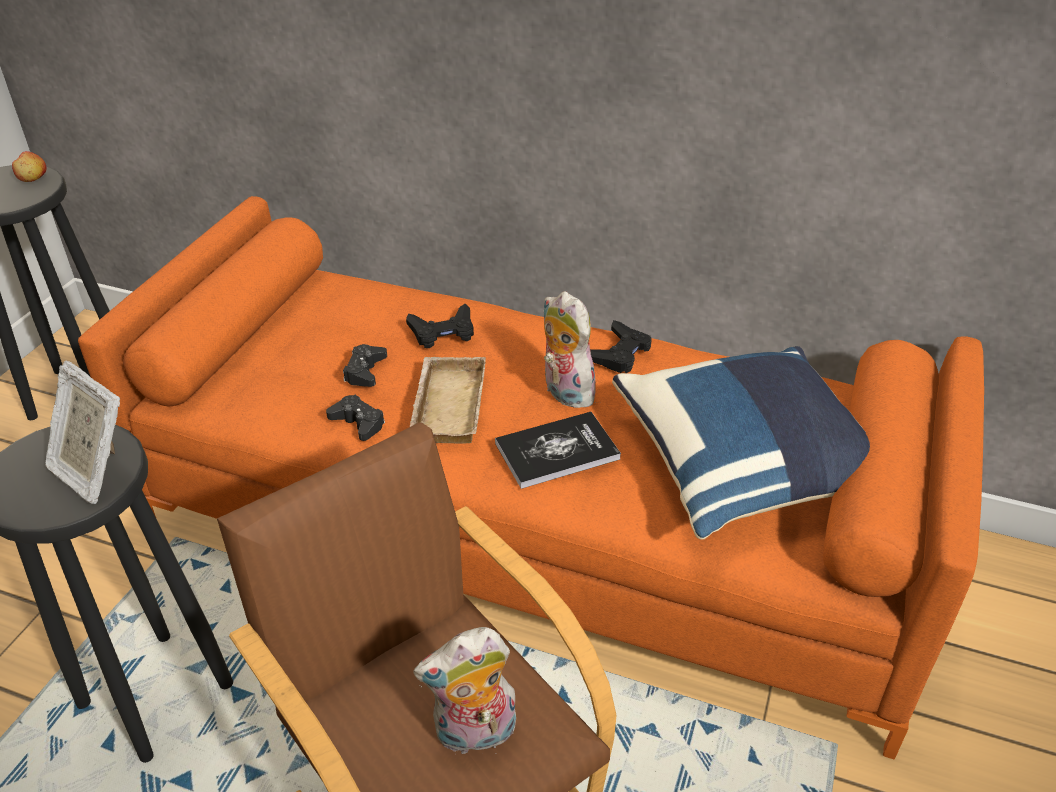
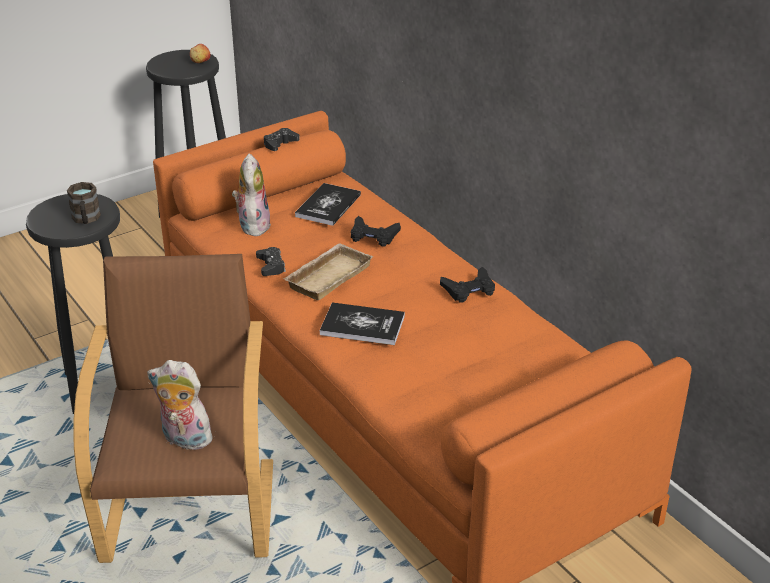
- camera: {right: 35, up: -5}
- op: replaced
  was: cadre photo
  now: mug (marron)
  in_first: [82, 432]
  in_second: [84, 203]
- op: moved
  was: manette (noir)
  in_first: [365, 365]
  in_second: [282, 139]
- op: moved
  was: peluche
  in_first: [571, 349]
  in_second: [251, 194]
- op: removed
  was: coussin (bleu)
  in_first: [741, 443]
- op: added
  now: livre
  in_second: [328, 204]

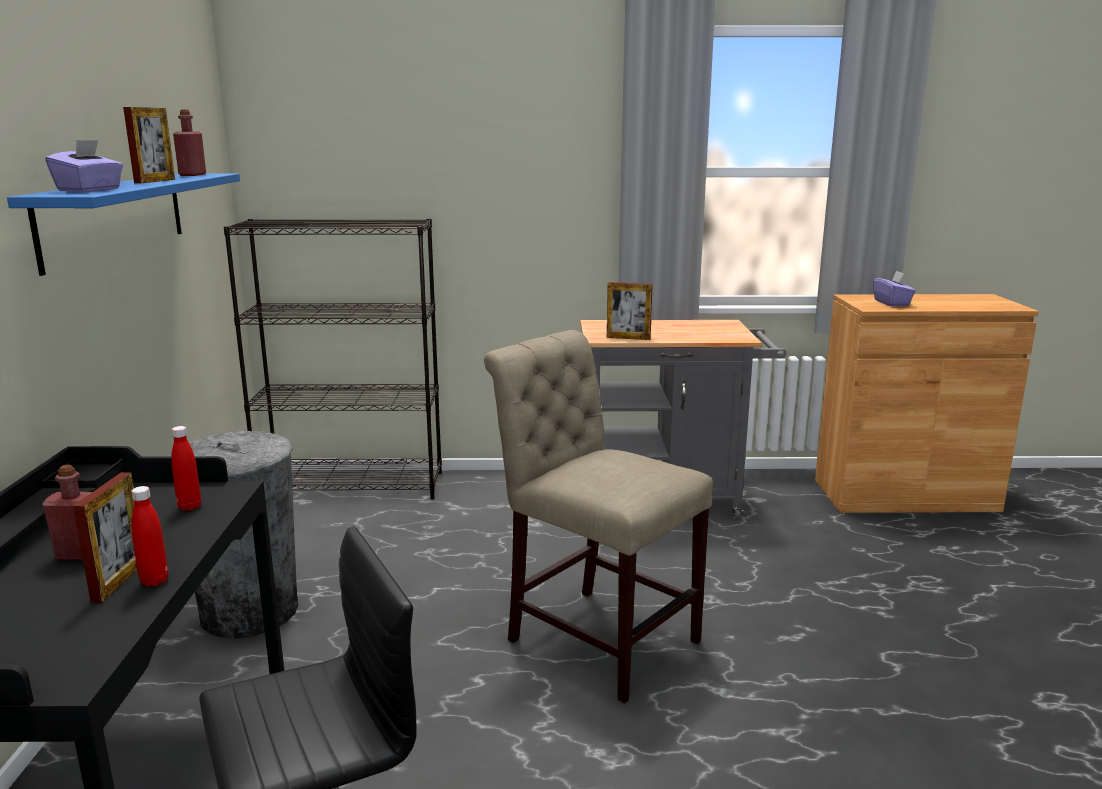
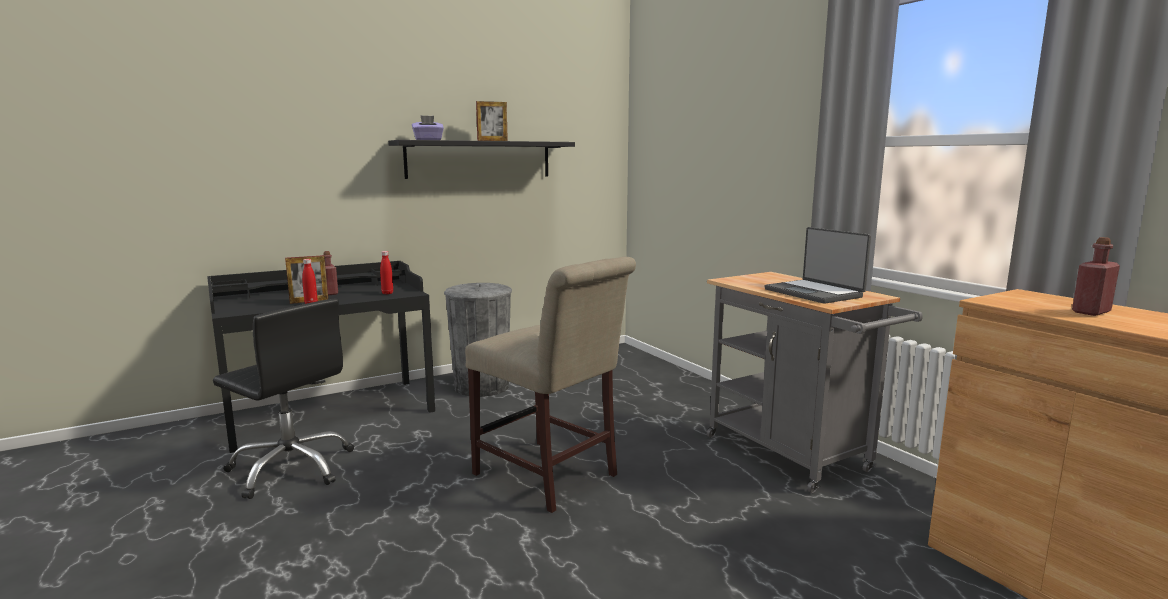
- camera: {right: 60, up: -5}
- op: recoloured
  was: étagère (bleu)
  now: étagère (noir)
  in_first: [123, 224]
  in_second: [481, 159]
- op: moved
  was: bouteille (rouge)
  in_first: [189, 143]
  in_second: [1096, 276]
- op: removed
  was: bibliothèque (noir)
  in_first: [333, 358]
- op: turned
  was: chaise (beige)
  in_first: [598, 516]
  in_second: [550, 385]
  clockwise: 120
- op: removed
  was: cadre photo
  in_first: [630, 311]
- op: removed
  was: boîte à mouchoirs (violet)
  in_first: [894, 288]
- op: added
  now: ordinateur portable
  in_second: [818, 265]

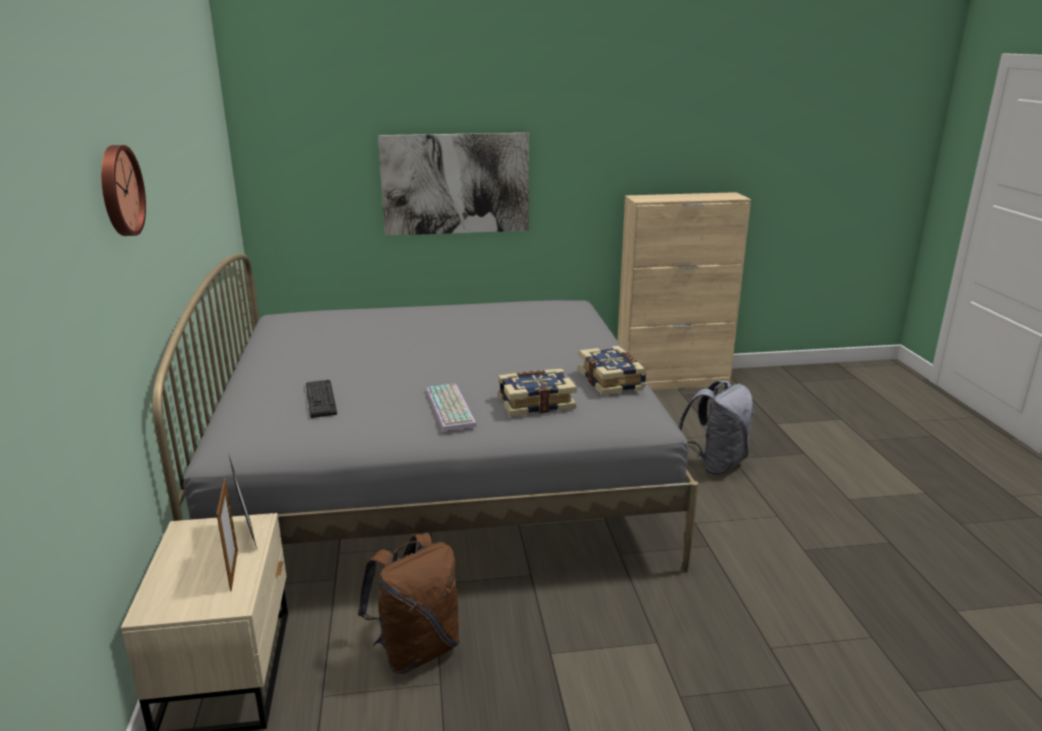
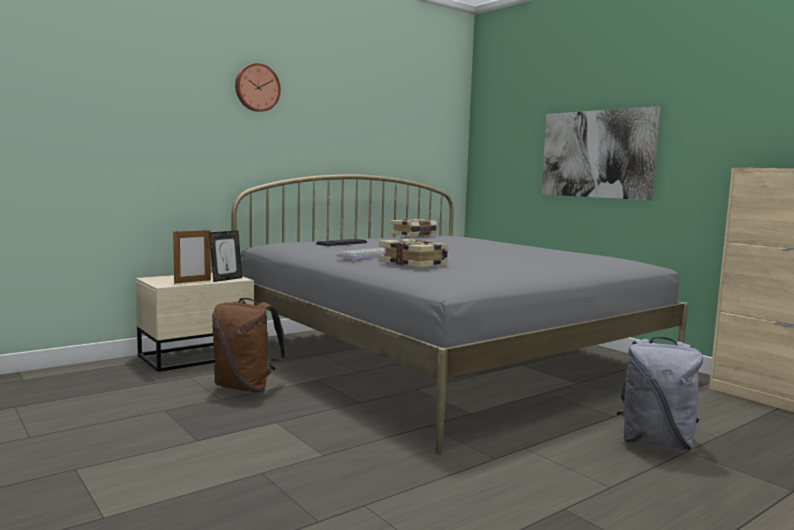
- camera: {right: 60, up: -15}
- op: moved
  was: livre
  in_first: [612, 370]
  in_second: [413, 227]

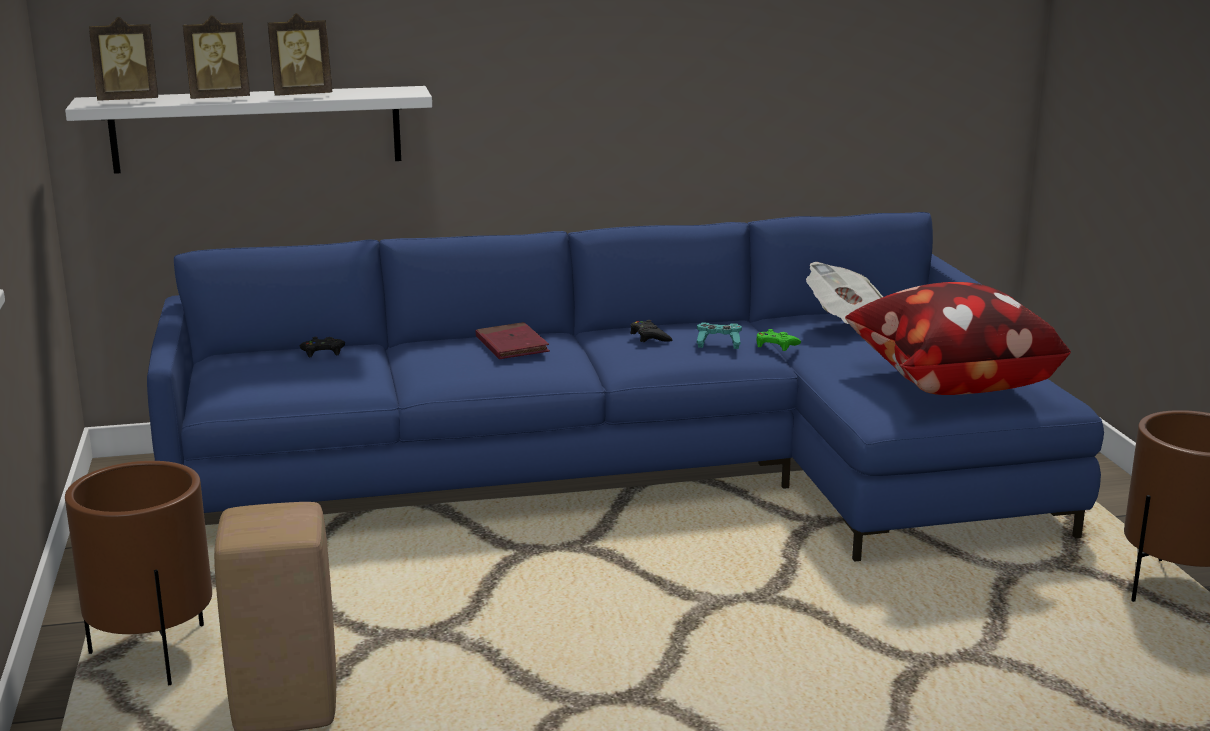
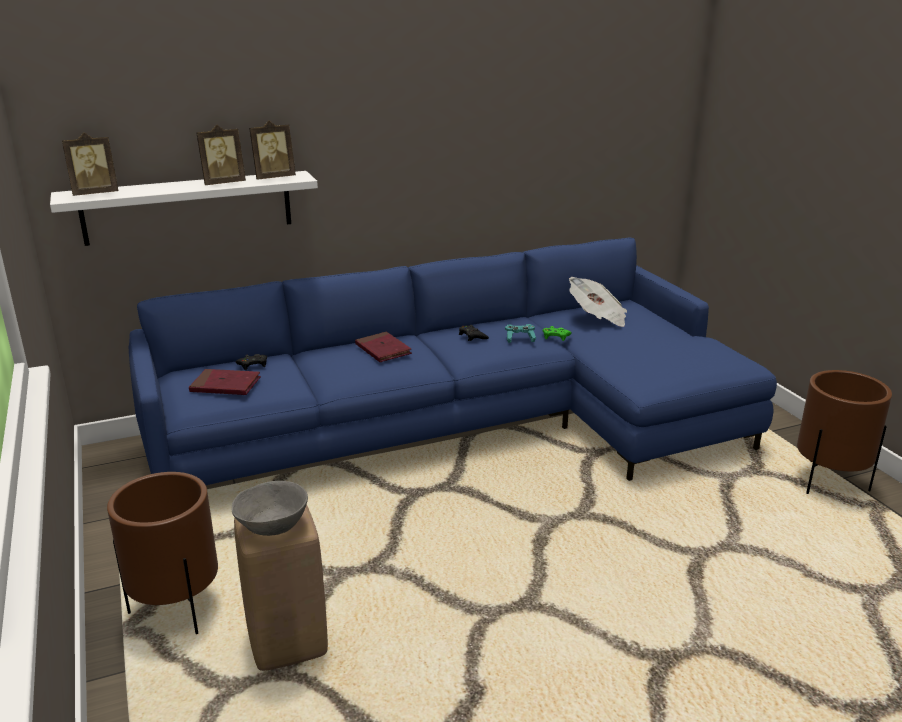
- camera: {right: -10, up: 5}
- op: moved
  was: cadre photo
  in_first: [216, 57]
  in_second: [272, 149]
- op: removed
  was: coussin
  in_first: [958, 338]
- op: added
  now: livre (rouge)
  in_second: [225, 382]
- op: added
  now: bol (gris)
  in_second: [270, 508]

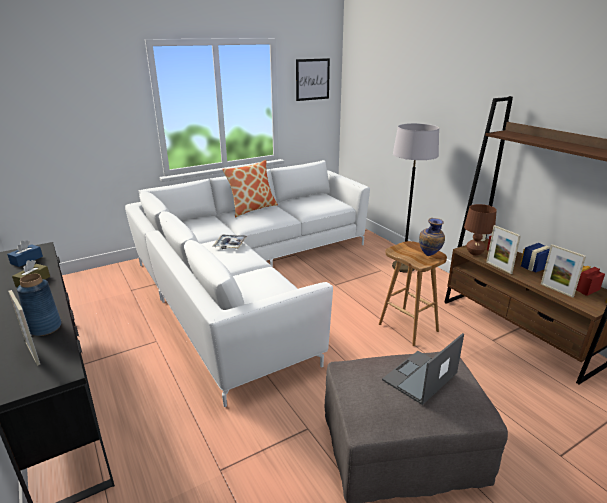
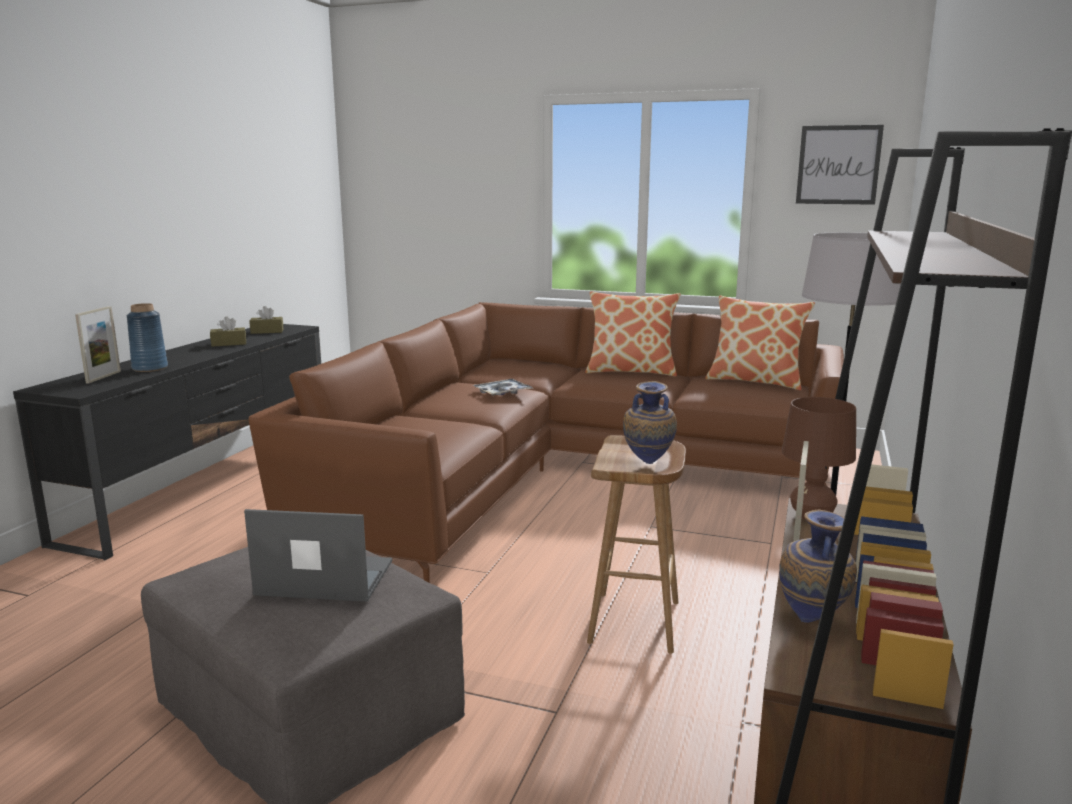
- camera: {right: 50, up: -10}
- op: recoloured
  was: boîte à mouchoirs (bleu)
  now: boîte à mouchoirs (marron)
  in_first: [25, 253]
  in_second: [266, 320]
- op: recoloured
  was: canapé (blanc)
  now: canapé (marron)
  in_first: [247, 283]
  in_second: [546, 442]
- op: replaced
  was: cadre photo
  now: vase
  in_first: [563, 271]
  in_second: [818, 566]
- op: added
  now: coussin
  in_second: [760, 343]

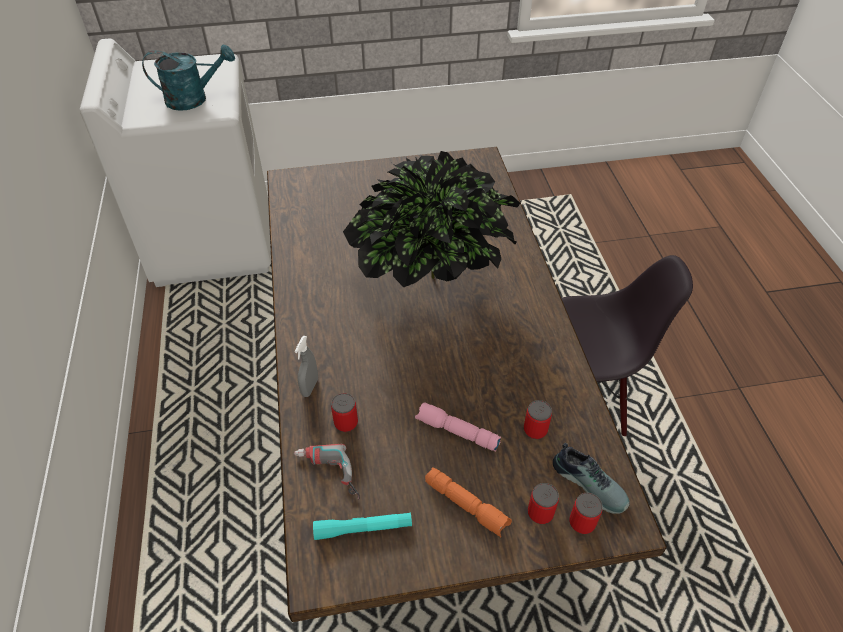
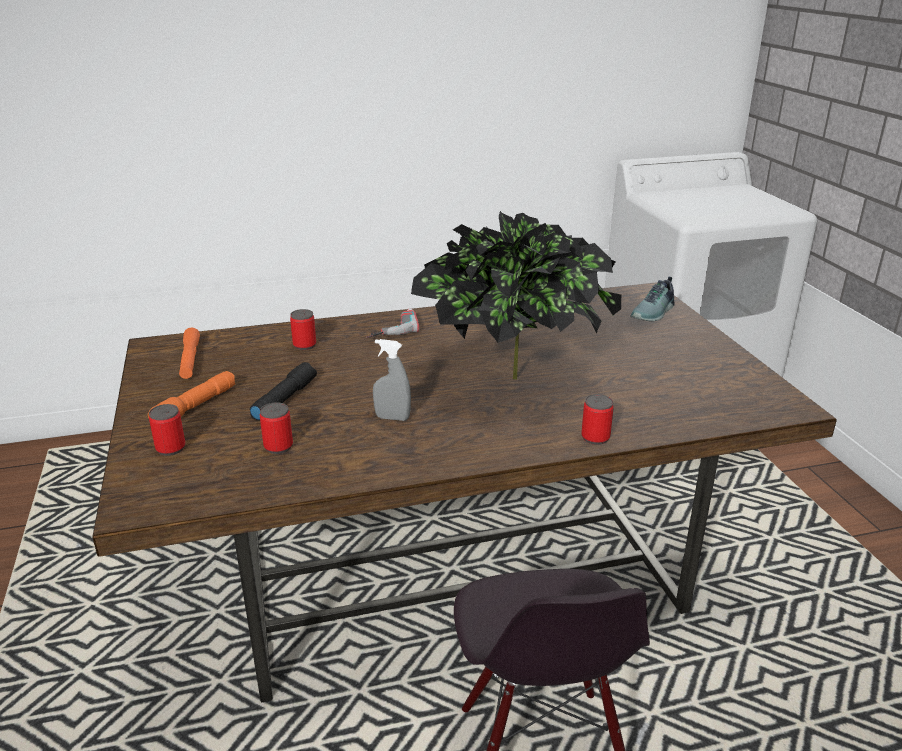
- camera: {right: 85, up: -20}
- op: removed
  was: arrosoir (turquoise)
  in_first: [188, 77]
- op: moved
  was: perceuse
  in_first: [327, 472]
  in_second: [392, 323]
- op: moved
  was: vaporisateur (gris)
  in_first: [306, 366]
  in_second: [392, 380]
- op: recoloured
  was: lampe de poche (turquoise)
  now: lampe de poche (orange)
  in_first: [362, 526]
  in_second: [189, 353]
- op: recoloured
  was: lampe de poche (rose)
  now: lampe de poche (noir)
  in_first: [458, 427]
  in_second: [283, 391]
- op: moved
  was: chaussure
  in_first: [591, 478]
  in_second: [652, 299]
- op: moved
  was: boîte métallique
  in_first: [586, 513]
  in_second: [597, 419]

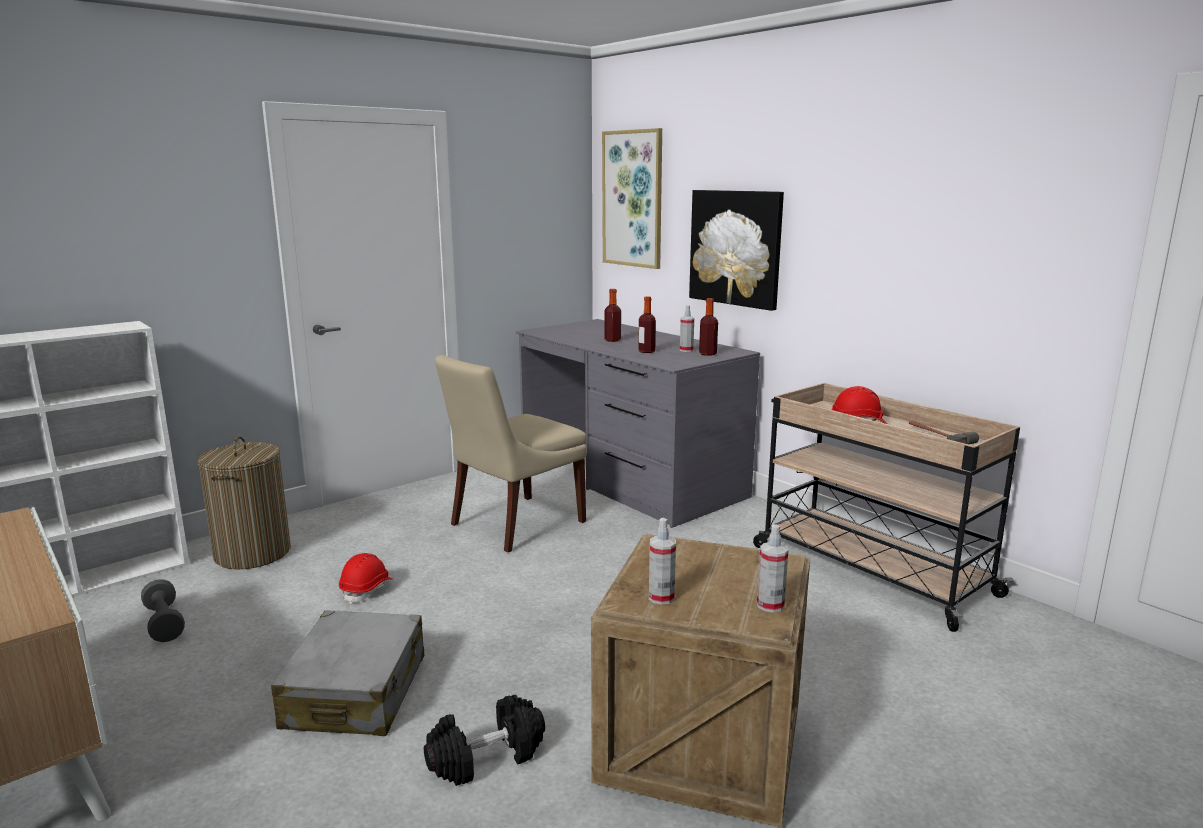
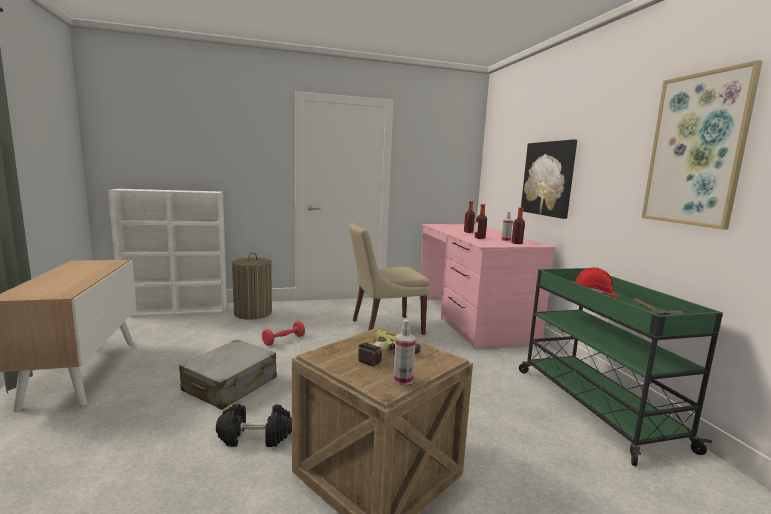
- camera: {right: 25, up: -5}
- op: removed
  was: haltère (gris)
  in_first: [163, 610]
- op: replaced
  was: casque de chantier (rouge)
  now: haltère (rouge)
  in_first: [365, 578]
  in_second: [283, 333]
- op: recoloured
  was: bureau (gris)
  now: bureau (rose)
  in_first: [638, 423]
  in_second: [487, 286]
- op: moved
  was: tableau
  in_first: [632, 198]
  in_second: [702, 145]
- op: removed
  was: vaporisateur
  in_first: [662, 561]
- op: recoloured
  was: chariot (beige)
  now: chariot (vert)
  in_first: [886, 507]
  in_second: [621, 367]
- op: added
  now: perceuse
  in_second: [389, 348]

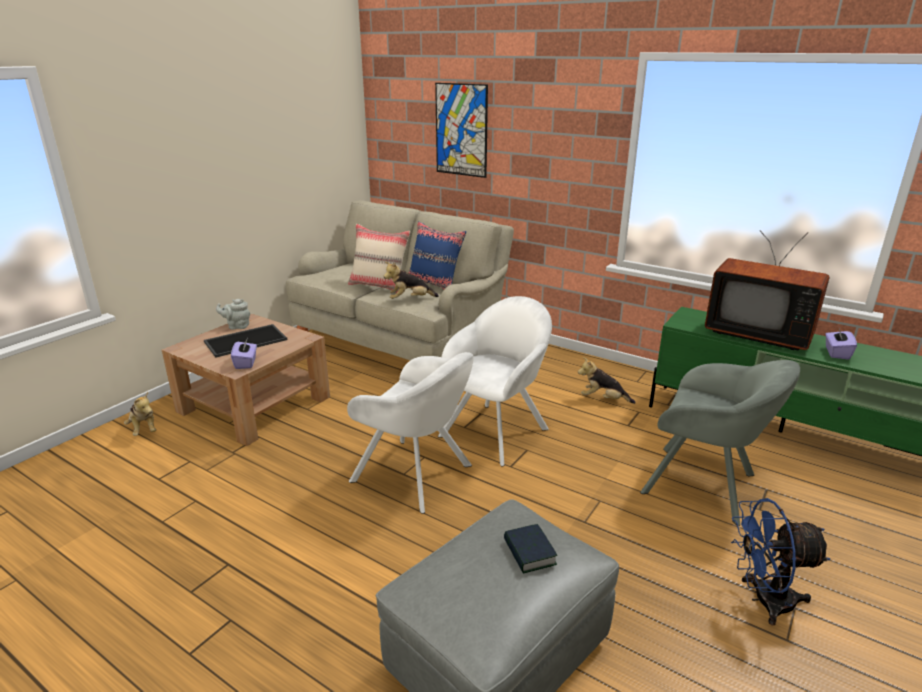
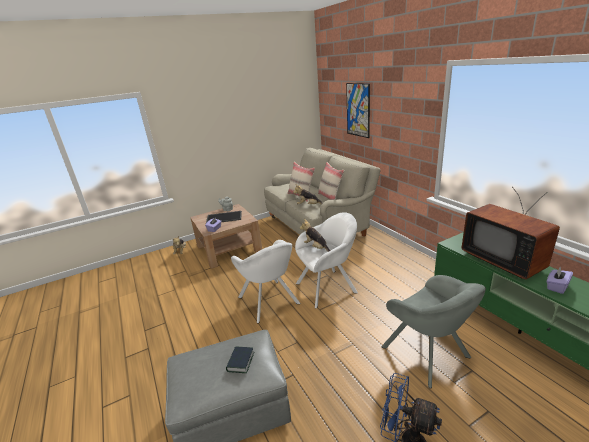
- camera: {right: 30, up: 0}
- op: recoloured
  was: coussin (bleu)
  now: coussin (beige)
  in_first: [437, 255]
  in_second: [331, 181]
- op: moved
  was: peluche
  in_first: [606, 380]
  in_second: [315, 235]

